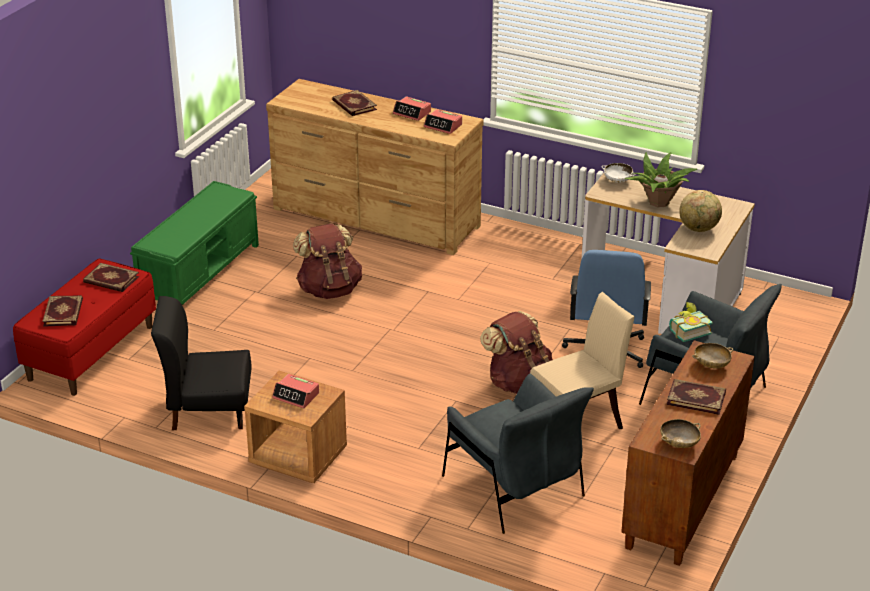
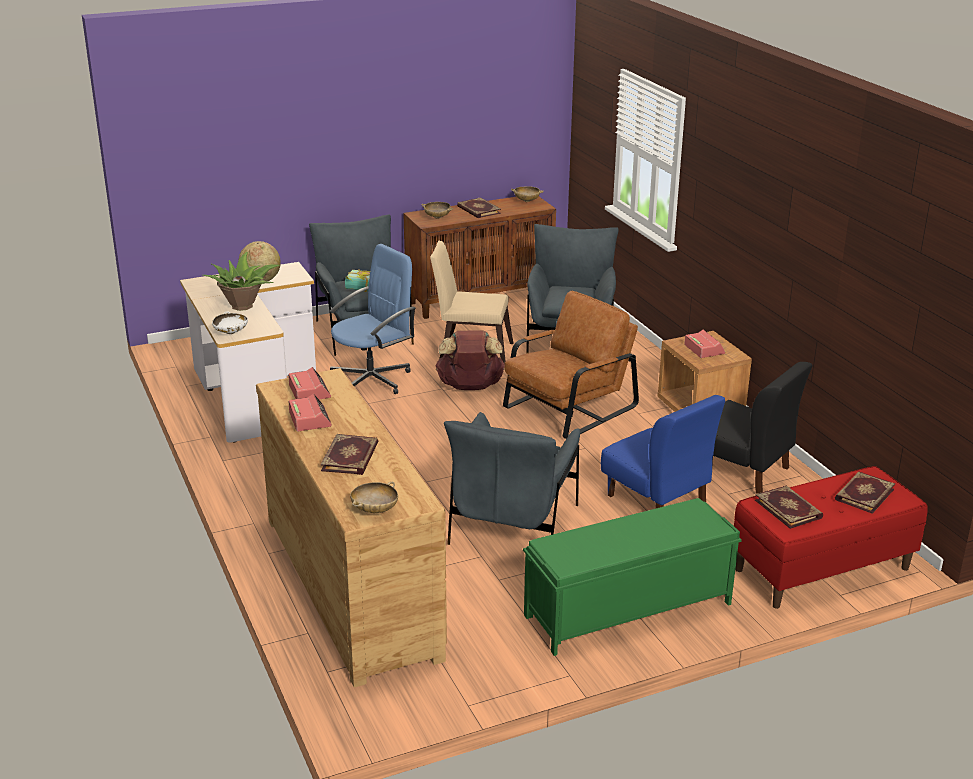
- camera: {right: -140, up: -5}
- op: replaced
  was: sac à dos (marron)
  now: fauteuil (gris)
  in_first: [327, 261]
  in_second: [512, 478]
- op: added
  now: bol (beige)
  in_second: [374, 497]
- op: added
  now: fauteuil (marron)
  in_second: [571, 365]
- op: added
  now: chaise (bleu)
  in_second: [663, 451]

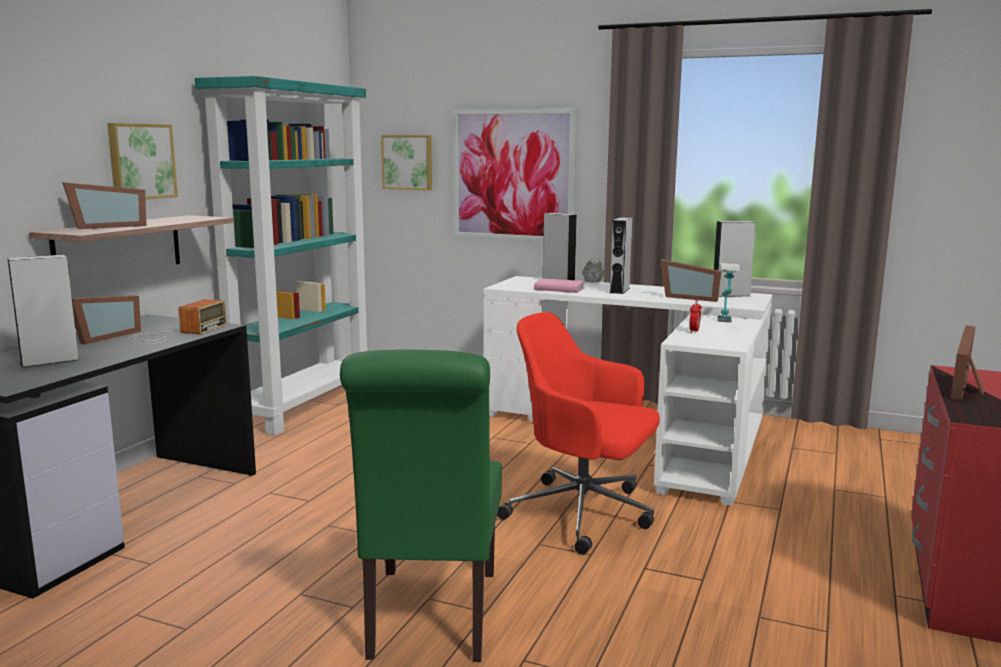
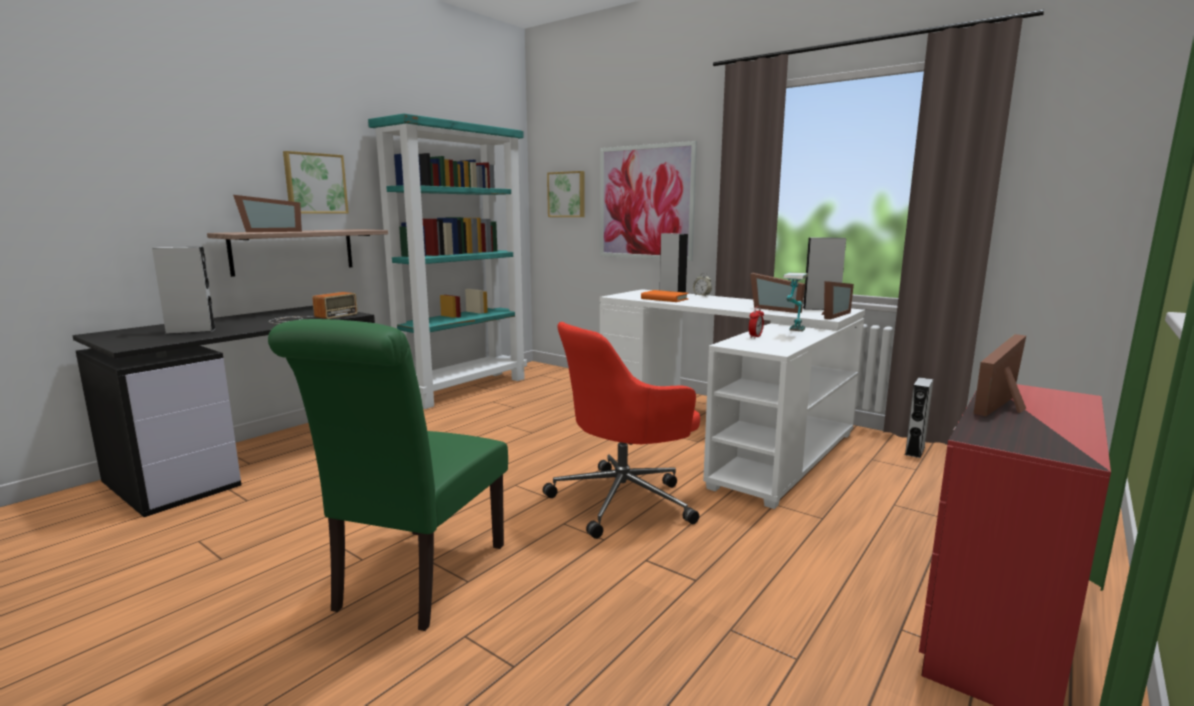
- camera: {right: 15, up: 0}
- op: moved
  was: cadre photo
  in_first: [106, 319]
  in_second: [837, 300]
- op: turned
  was: chaise de bureau (rouge)
  in_first: [578, 433]
  in_second: [621, 430]
  clockwise: -75
- op: recoloured
  was: livre (rose)
  now: livre (orange)
  in_first: [559, 285]
  in_second: [665, 296]
- op: moved
  was: enceinte (gris)
  in_first: [621, 255]
  in_second: [919, 417]

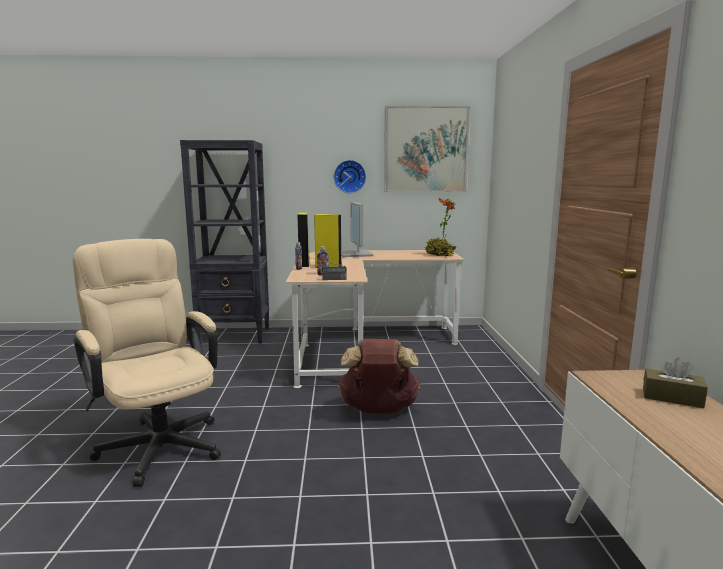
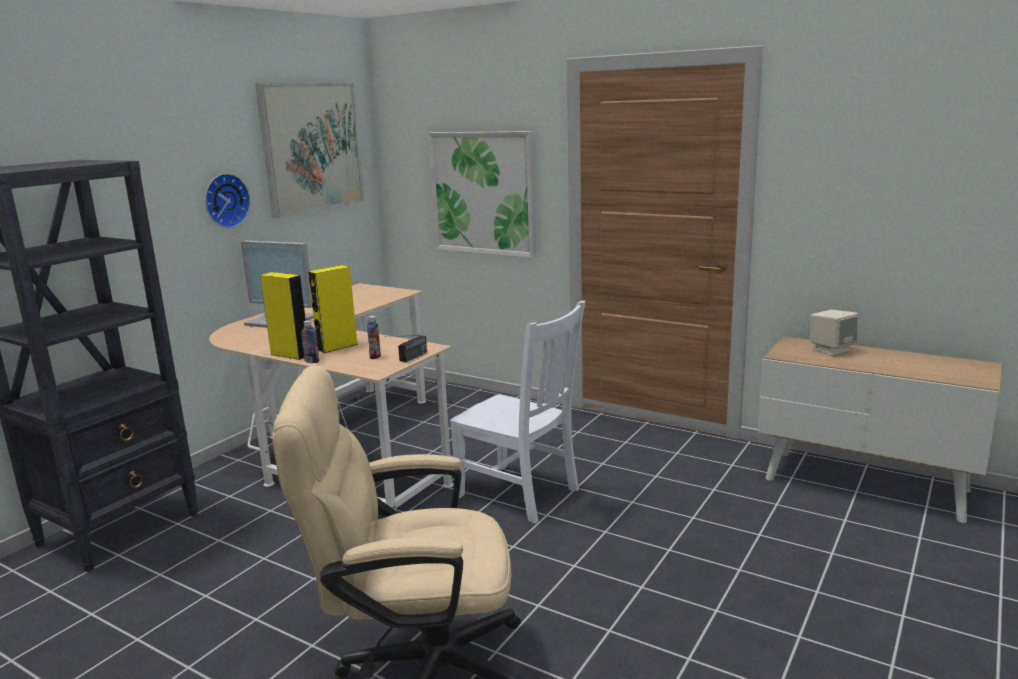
- camera: {right: -55, up: 5}
- op: replaced
  was: sac à dos (marron)
  now: chaise (blanc)
  in_first: [379, 376]
  in_second: [517, 412]
- op: removed
  was: plante en pot
  in_first: [440, 227]
- op: replaced
  was: boîte à mouchoirs (marron)
  now: enceinte (beige)
  in_first: [675, 382]
  in_second: [834, 333]
- op: added
  now: tableau
  in_second: [482, 194]

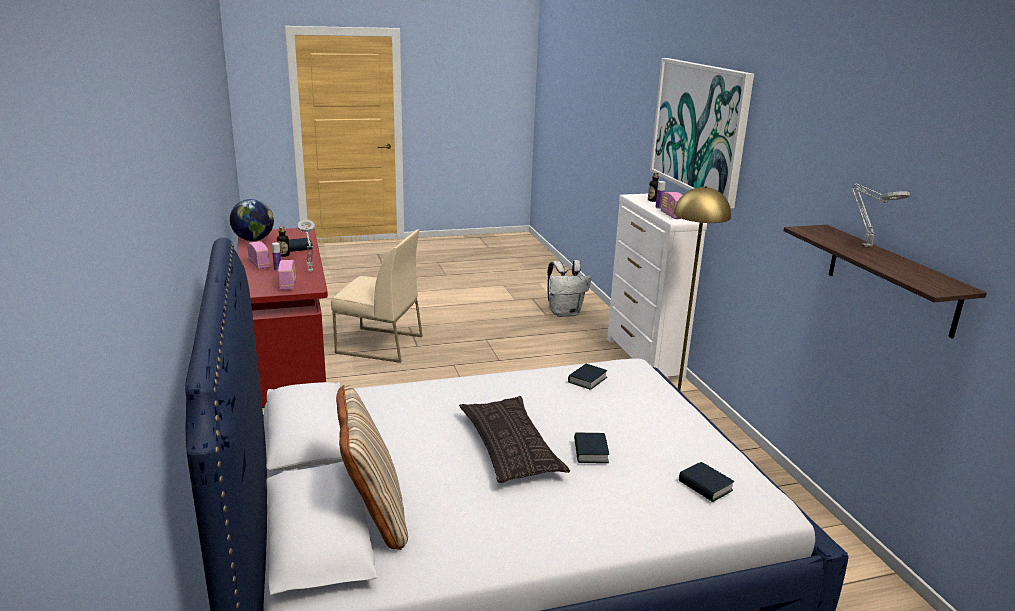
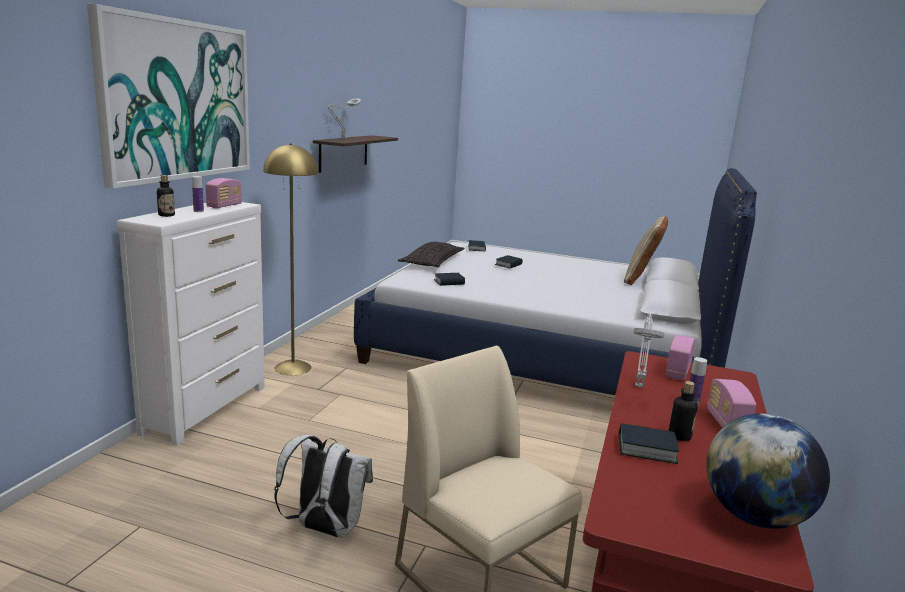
- camera: {right: -145, up: -5}
- op: moved
  was: coussin
  in_first: [514, 439]
  in_second: [431, 254]
- op: moved
  was: sac à dos (blanc)
  in_first: [569, 288]
  in_second: [323, 486]

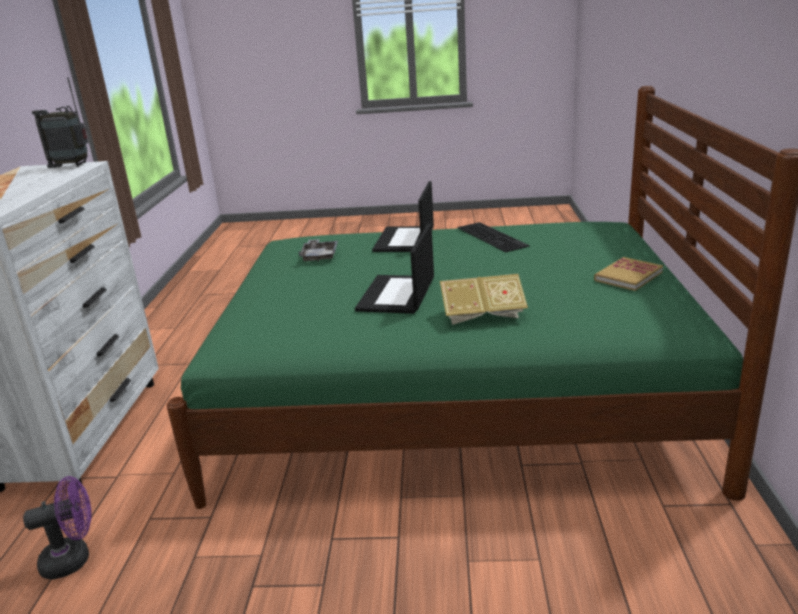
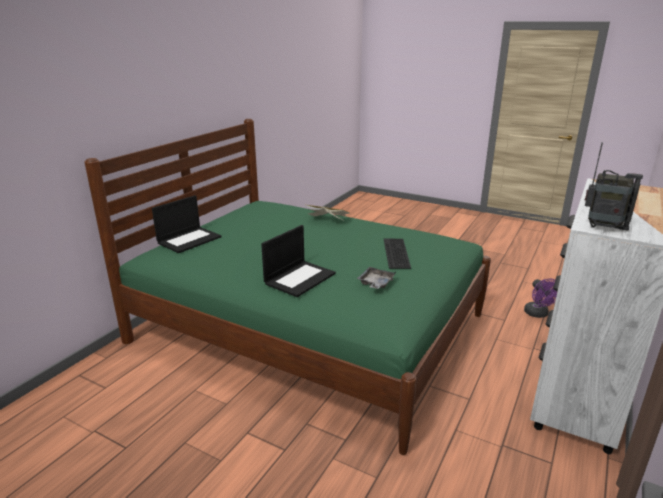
- camera: {right: -155, up: 0}
- op: turned
  was: ventilateur (violet)
  in_first: [57, 527]
  in_second: [540, 298]
  clockwise: -105
- op: moved
  was: ordinateur portable
  in_first: [394, 268]
  in_second: [187, 224]
- op: moved
  was: clavier
  in_first: [494, 237]
  in_second: [397, 254]
- op: removed
  was: livre
  in_first: [628, 274]

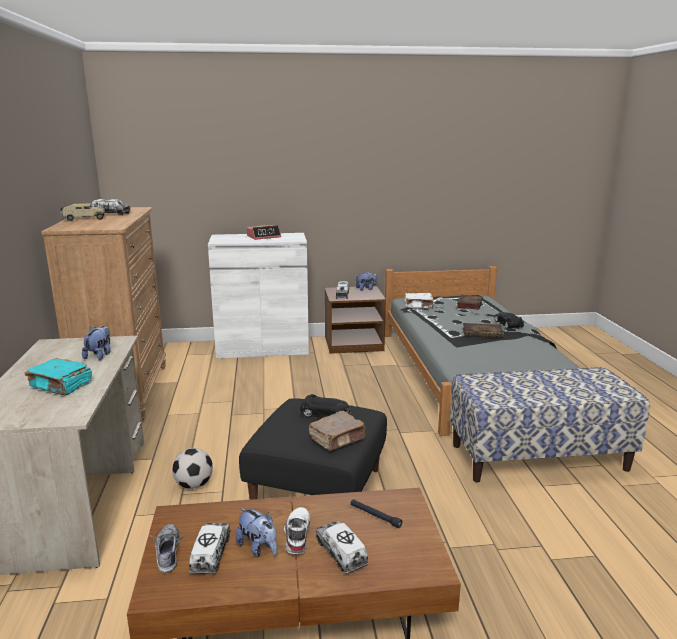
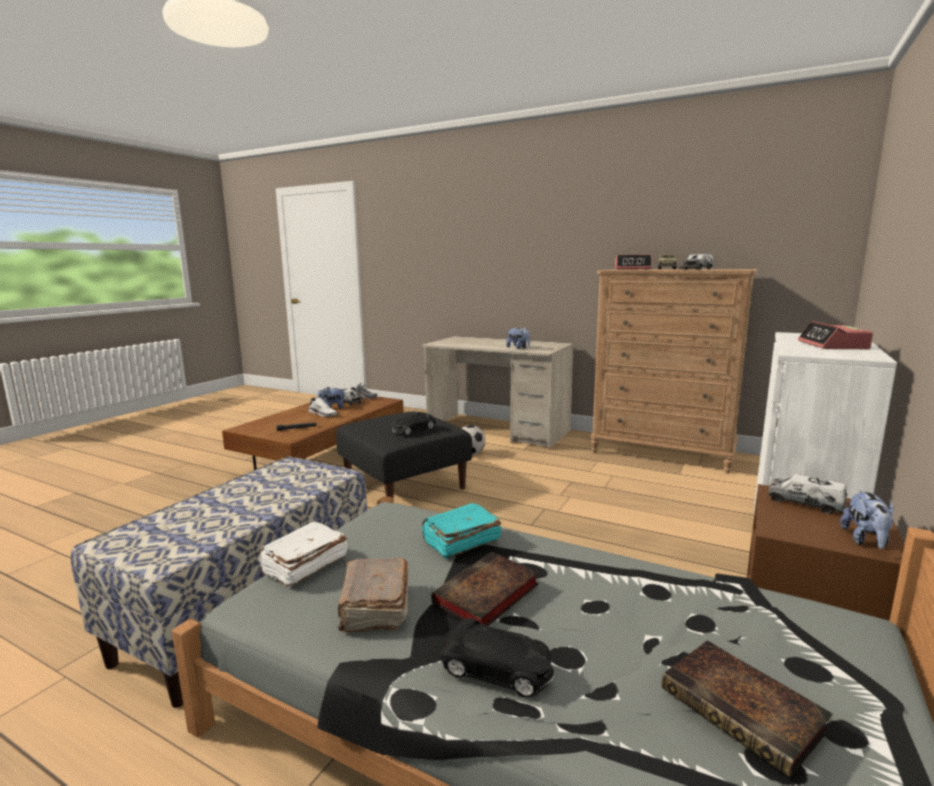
- camera: {right: 125, up: -5}
- op: moved
  was: livre (turquoise)
  in_first: [58, 377]
  in_second: [461, 531]
- op: moved
  was: livre (marron)
  in_first: [337, 430]
  in_second: [373, 595]
- op: removed
  was: camion jouet
  in_first: [342, 547]
- op: moved
  was: livre (blanc)
  in_first: [419, 301]
  in_second: [302, 555]
- op: added
  now: réveil
  in_second: [633, 262]

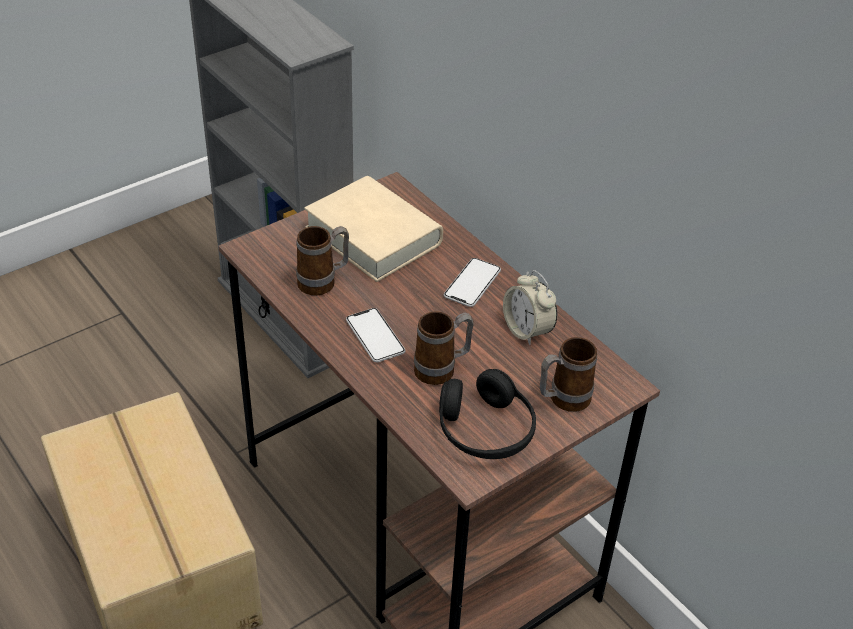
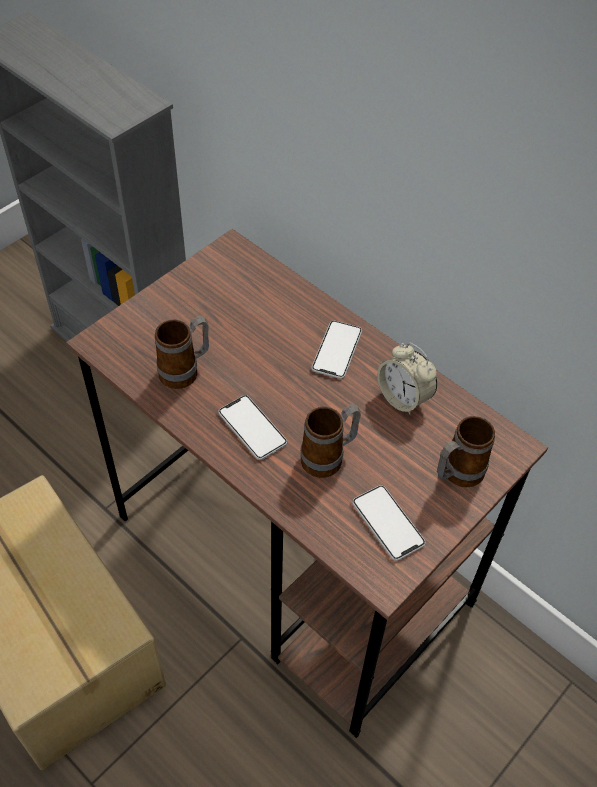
- camera: {right: -10, up: 10}
- op: removed
  was: livre (beige)
  in_first: [373, 229]
- op: replaced
  was: casque audio (noir)
  now: téléphone
  in_first: [487, 414]
  in_second: [389, 523]

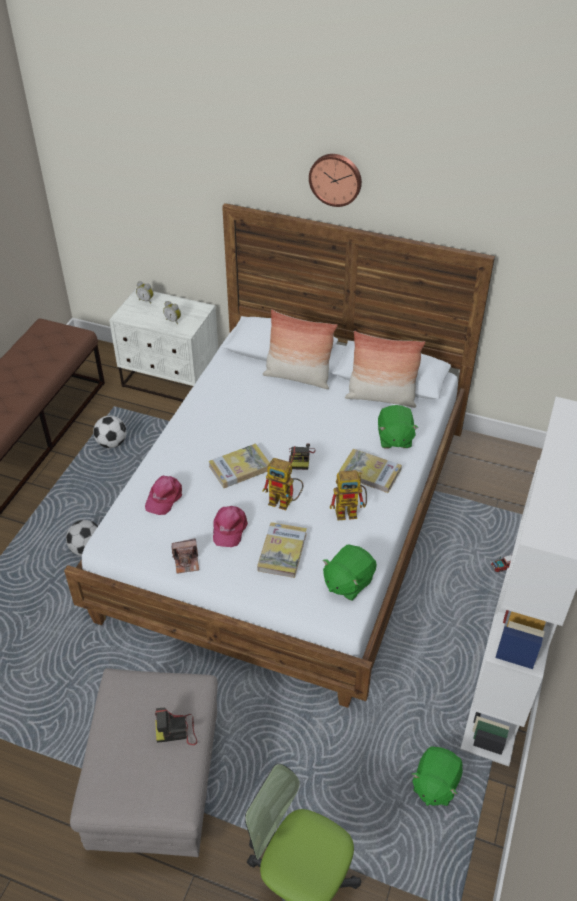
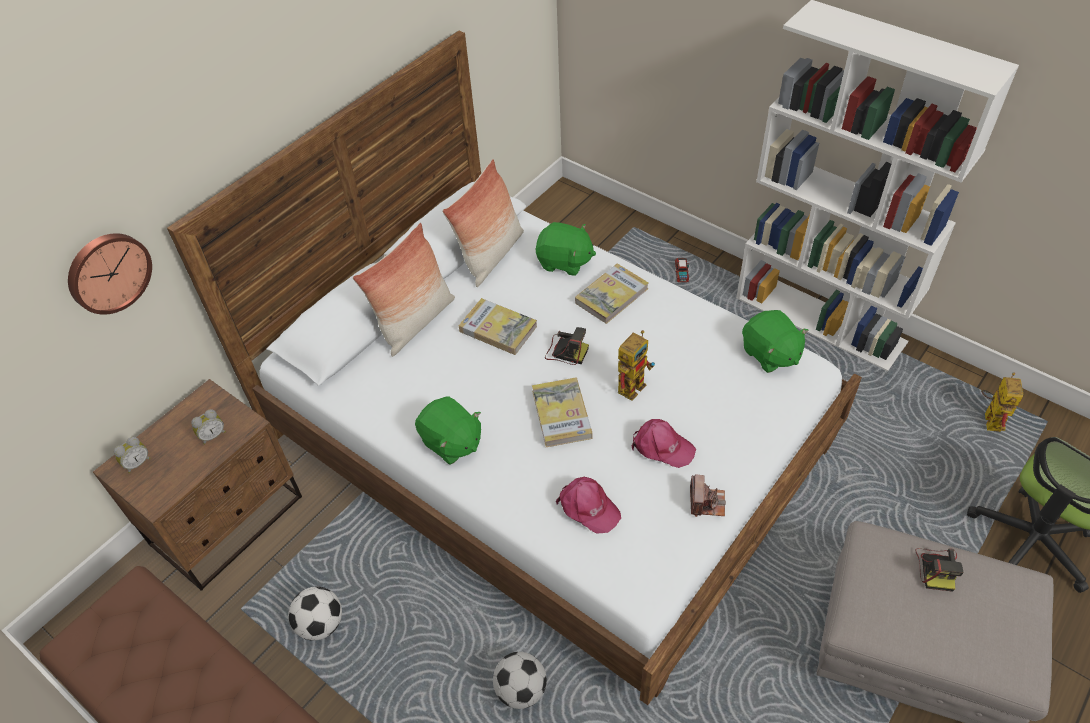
- camera: {right: -70, up: 5}
- op: recoloured
  was: table de chevet (blanc)
  now: table de chevet (marron)
  in_first: [163, 345]
  in_second: [197, 484]
- op: moved
  was: livre
  in_first: [282, 550]
  in_second: [498, 326]
- op: moved
  was: horloge murale
  in_first: [335, 180]
  in_second: [110, 274]
- op: moved
  was: robot jouet
  in_first: [348, 495]
  in_second: [1002, 402]
- op: moved
  was: peluche (vert)
  in_first: [437, 776]
  in_second: [448, 430]

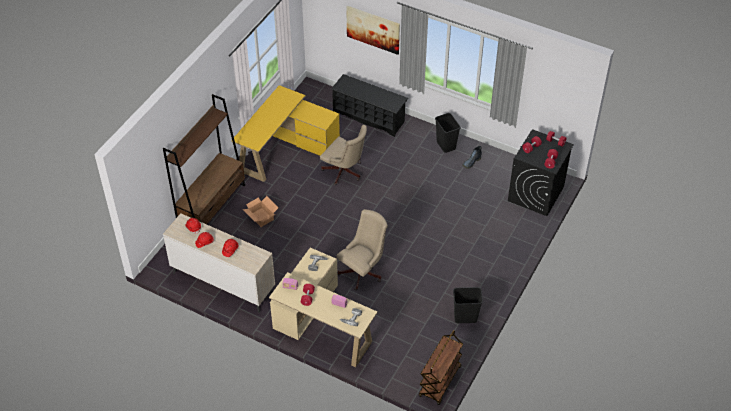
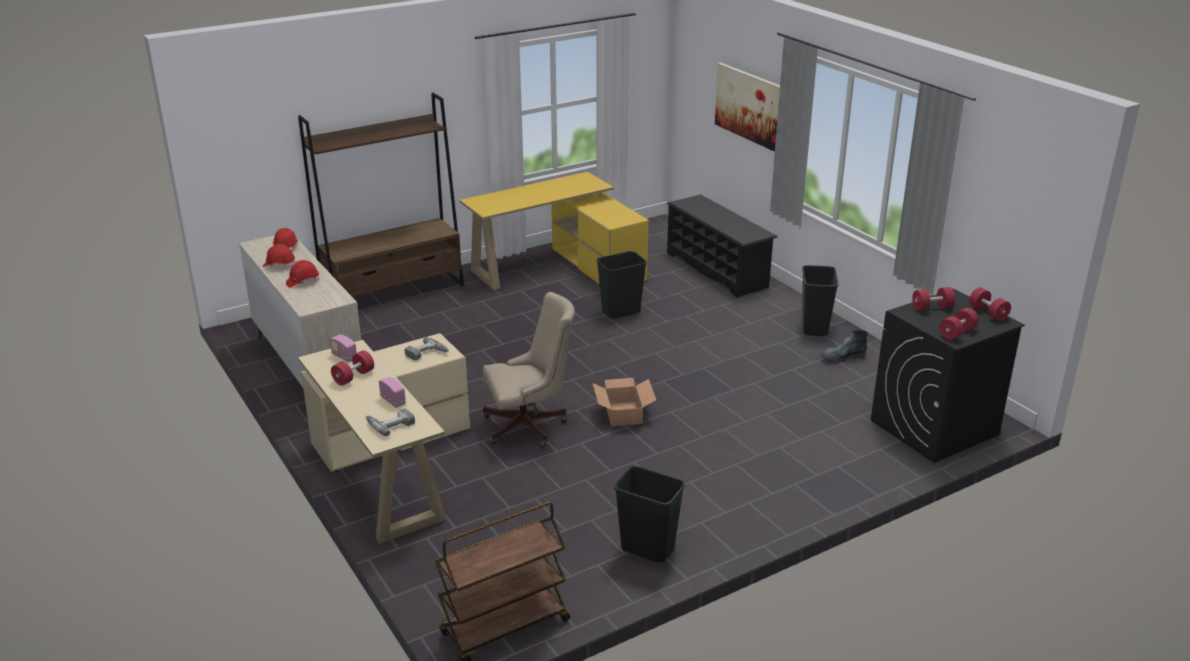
- camera: {right: 30, up: -20}
- op: moved
  was: carton
  in_first: [260, 211]
  in_second: [624, 402]
- op: replaced
  was: chaise de bureau (beige)
  now: poubelle (noir)
  in_first: [343, 155]
  in_second: [621, 285]

